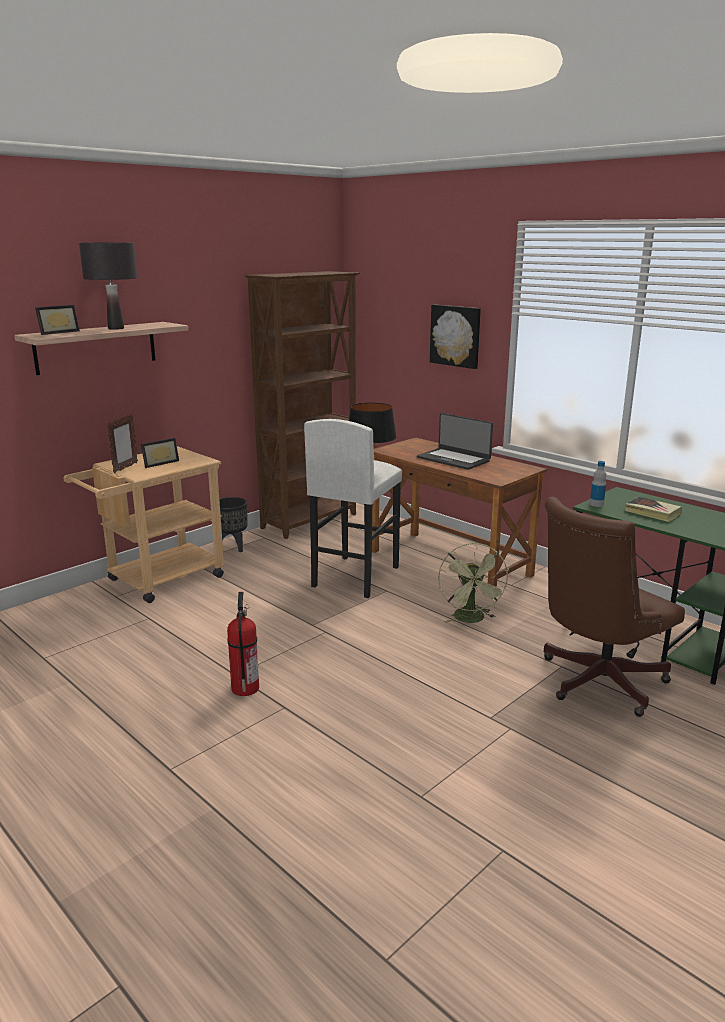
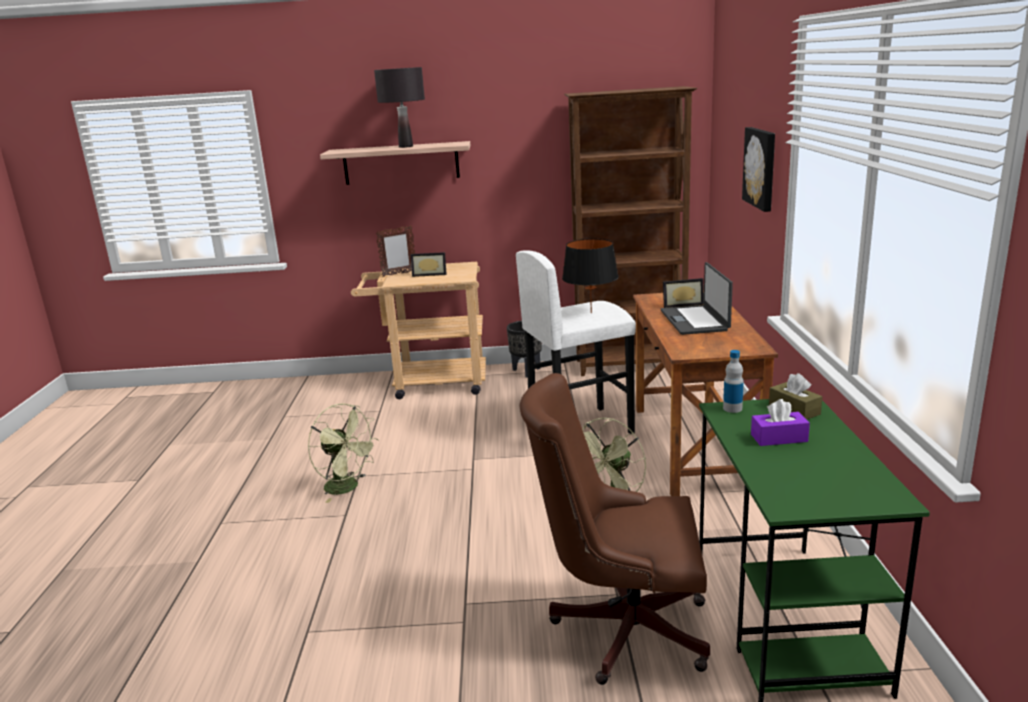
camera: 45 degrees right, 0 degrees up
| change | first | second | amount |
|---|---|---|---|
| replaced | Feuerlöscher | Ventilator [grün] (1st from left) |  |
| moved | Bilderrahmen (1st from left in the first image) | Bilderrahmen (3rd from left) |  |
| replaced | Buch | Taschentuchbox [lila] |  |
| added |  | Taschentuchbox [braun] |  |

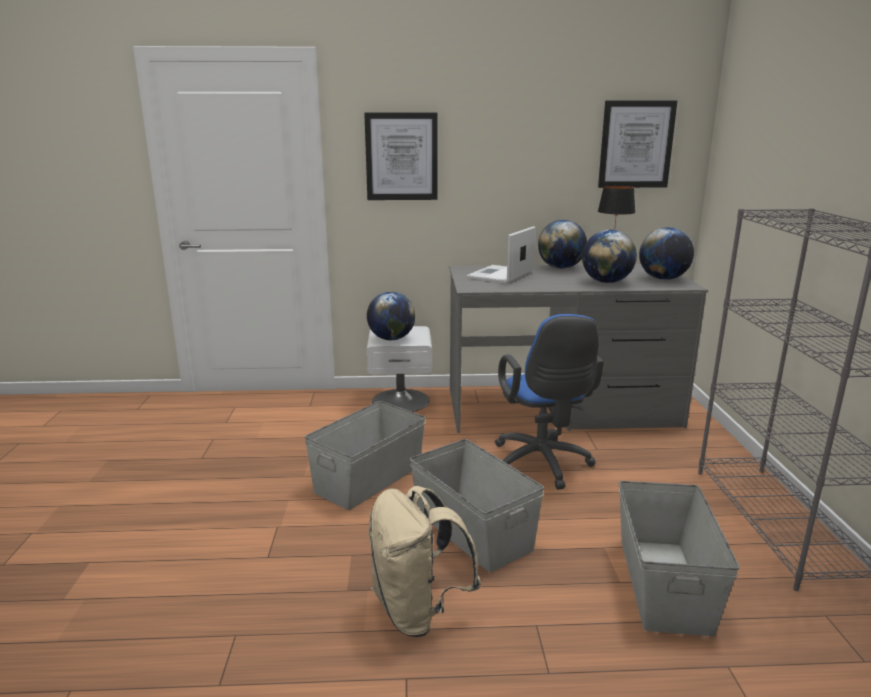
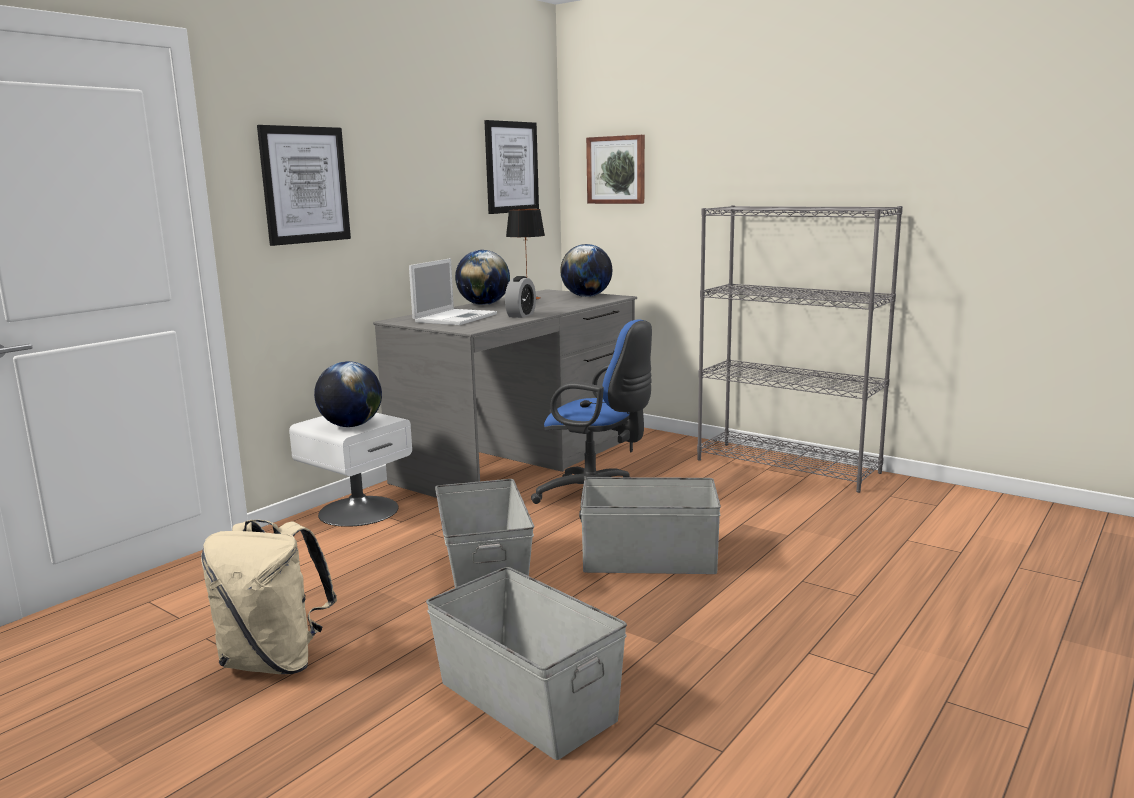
camera: 50 degrees left, 5 degrees down
| change | first | second | amount |
|---|---|---|---|
| moved | Rucksack [beige] |  |  |
| turned | Laptop |  | 135 degrees counterclockwise |
| moved | Aufbewahrungsbox [grau] (3rd from left in the first image) | Aufbewahrungsbox [grau] (2nd from left) |  |
| added |  | Wecker |  |
| added |  | Bild (3rd from left) |  |
| removed | Globus (3rd from left) |  |  |

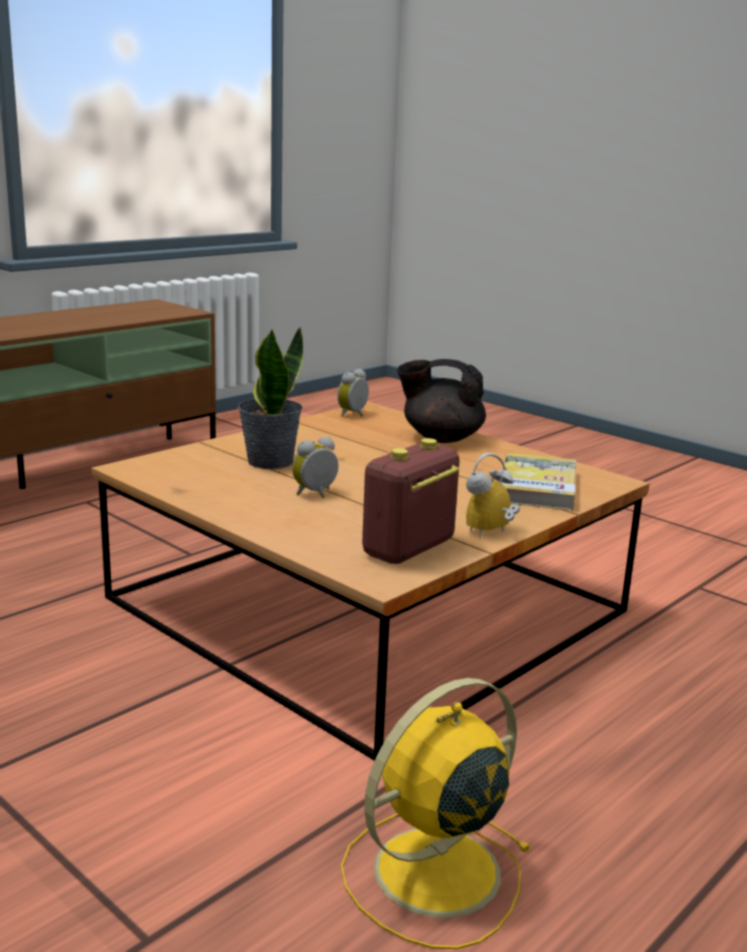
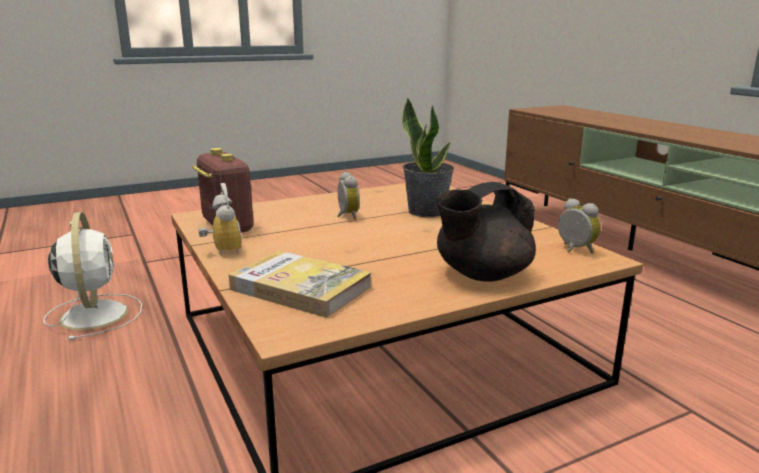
camera: 110 degrees right, 0 degrees up
| change | first | second | amount |
|---|---|---|---|
| recoloured | Ventilator [gelb] | Ventilator [weiß] |  |
| turned | Teekanne [schwarz] |  | 150 degrees counterclockwise |

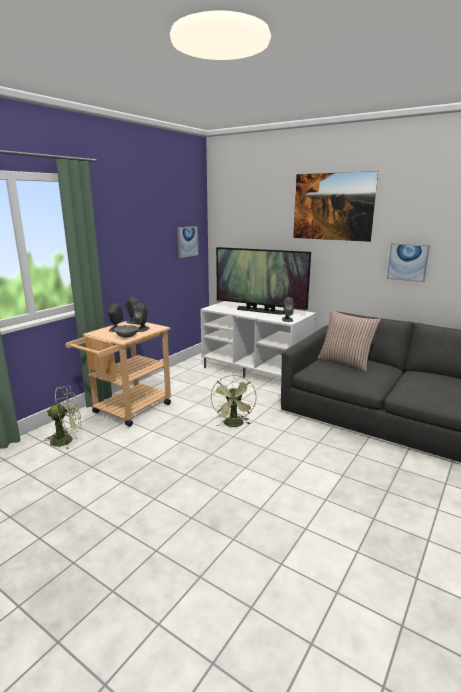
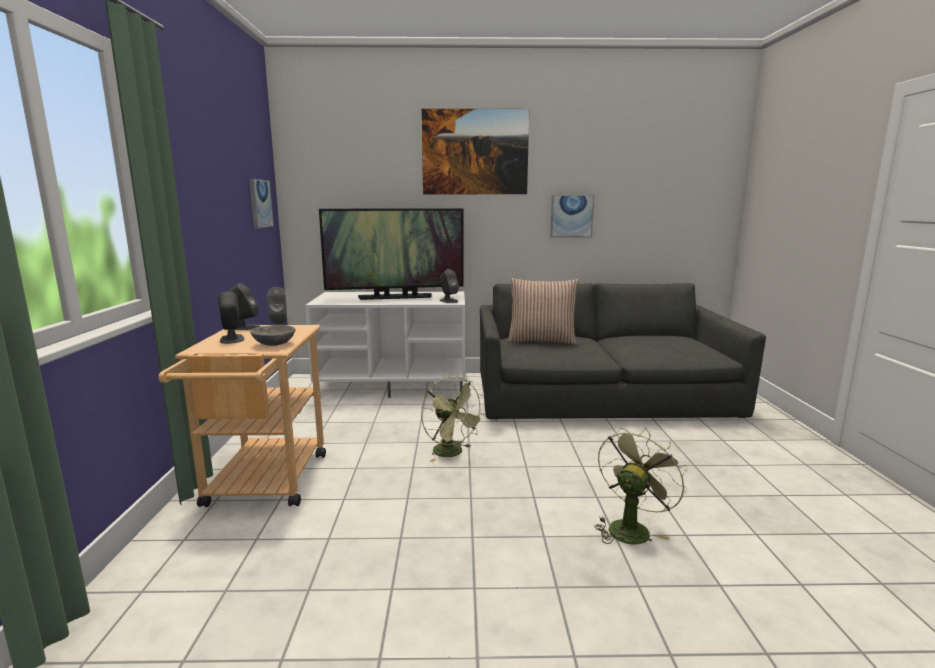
camera: 35 degrees left, 5 degrees down
| change | first | second | amount |
|---|---|---|---|
| moved | Ventilator [grün] (1st from left in the first image) | Ventilator [grün] (2nd from left) |  |

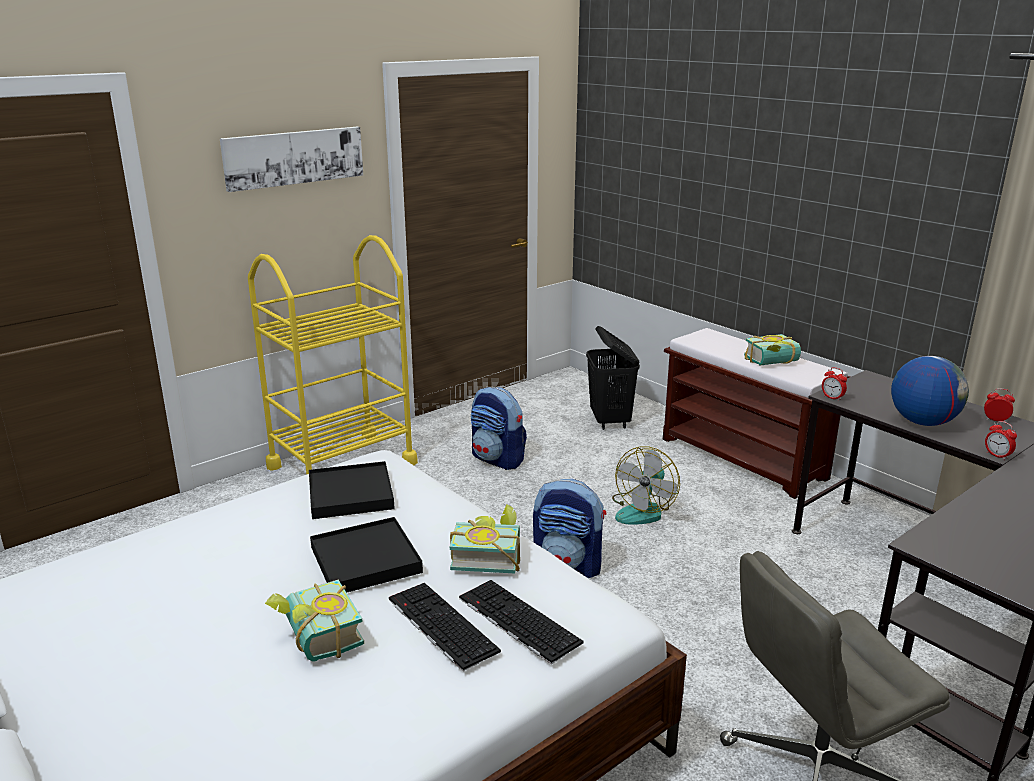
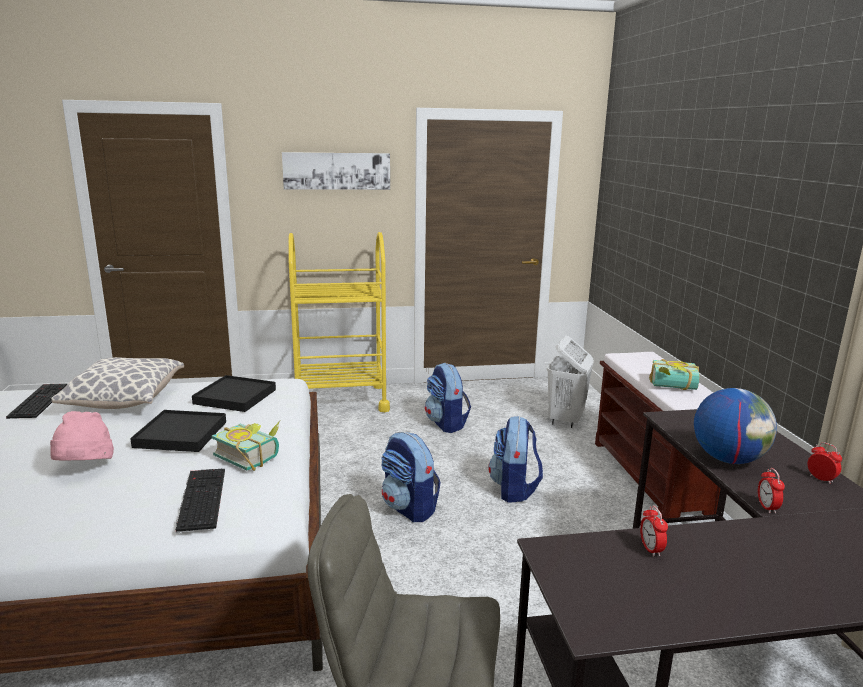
camera: 30 degrees right, 5 degrees down
| change | first | second | amount |
|---|---|---|---|
| moved | Tastatur (1st from left) |  |  |
| replaced | Buch (1st from left) | Hut [rosa] |  |
| added |  | Kissen |  |
| replaced | Ventilator | Rucksack (3rd from left) |  |
| recoloured | Wäschekorb [schwarz] | Wäschekorb [weiß] |  |
| moved | Wecker (1st from left) |  |  |

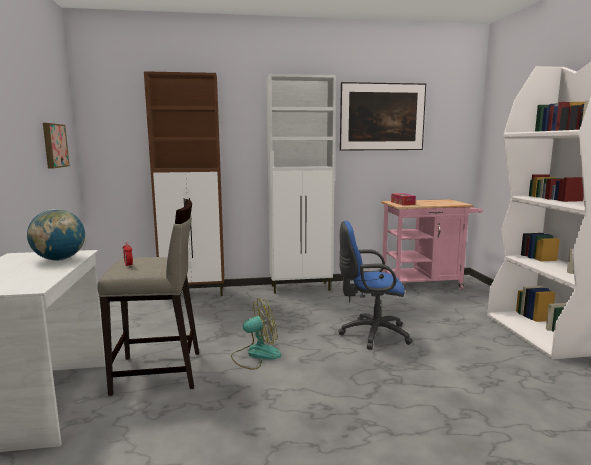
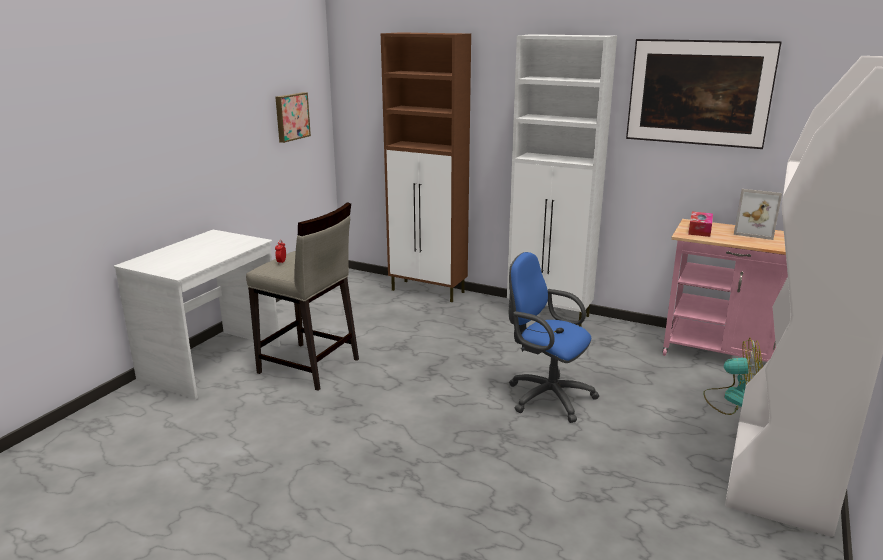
camera: 35 degrees right, 10 degrees up
| change | first | second | amount |
|---|---|---|---|
| moved | Ventilator |  |  |
| added |  | Bilderrahmen |  |
| removed | Globus |  |  |

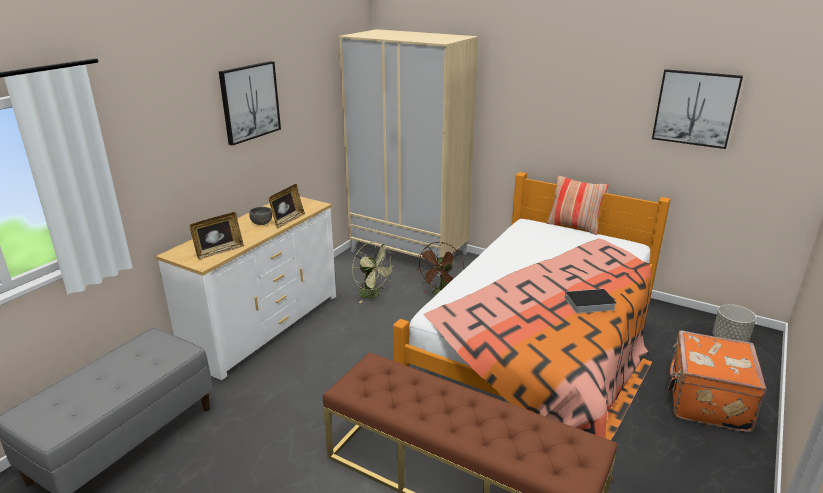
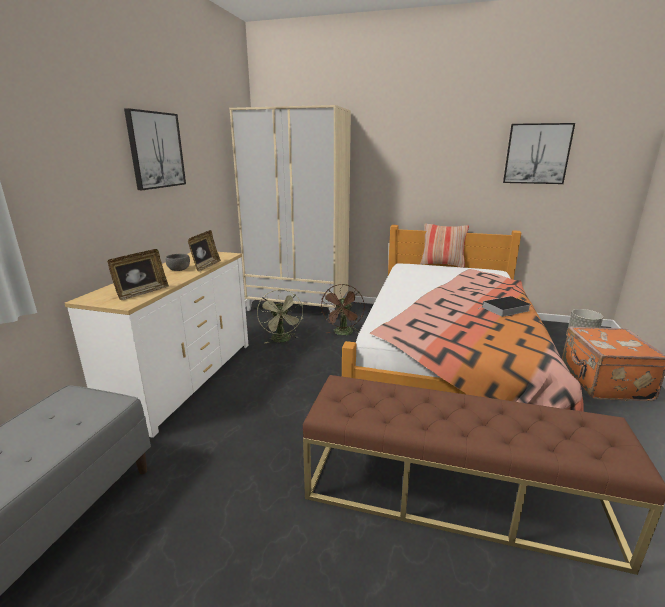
camera: 15 degrees left, 5 degrees down
| change | first | second | amount |
|---|---|---|---|
| turned | Ventilator [grün] |  | 45 degrees clockwise |

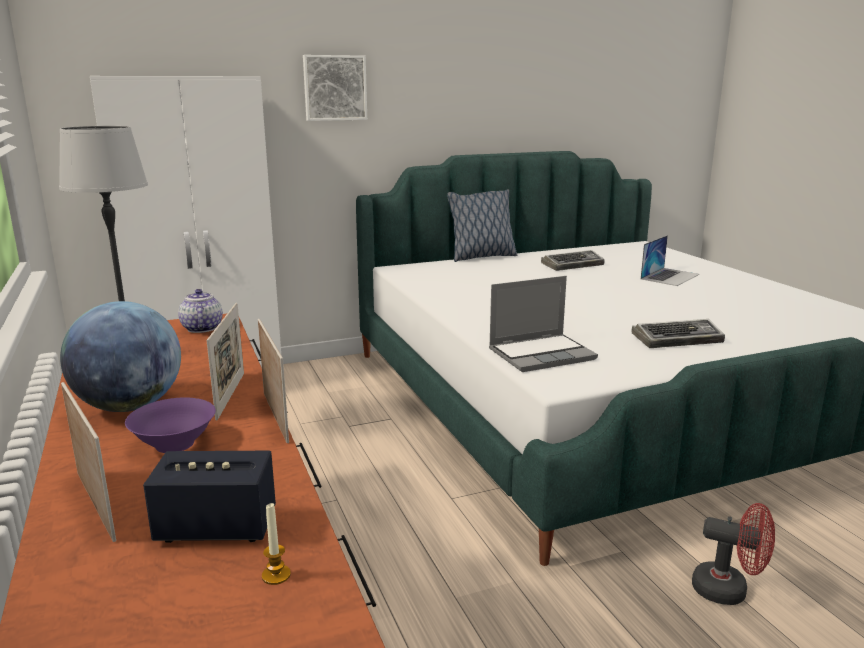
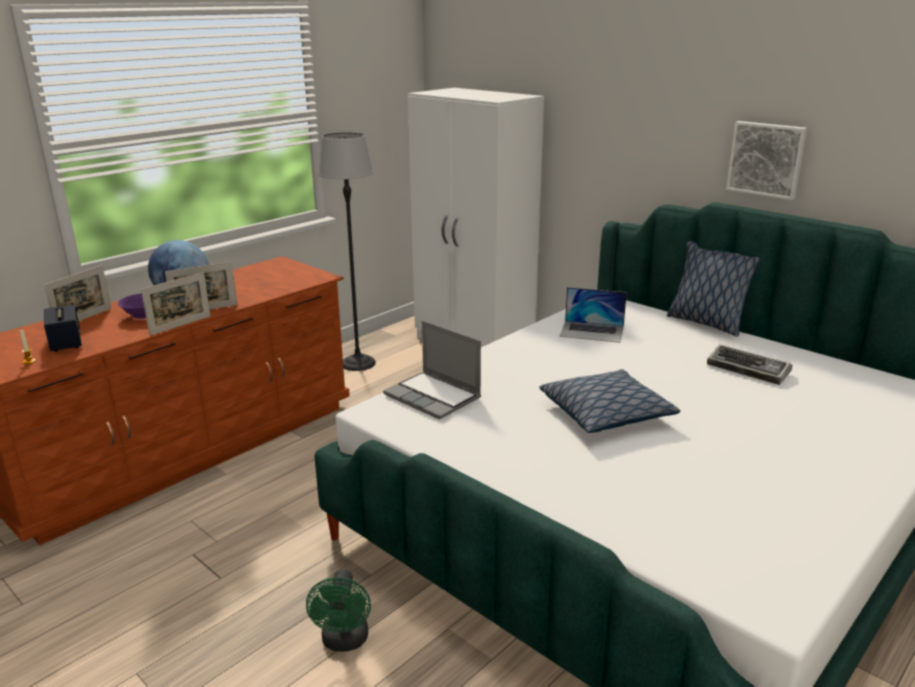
camera: 65 degrees right, 5 degrees up
| change | first | second | amount |
|---|---|---|---|
| recoloured | Ventilator [rot] | Ventilator [grün] |  |
| added |  | Kissen (1st from left) |  |
| moved | Laptop (2nd from left) |  |  |
| moved | Bild |  |  |
| removed | Teekanne |  |  |
| removed | Tastatur (2nd from left) |  |  |

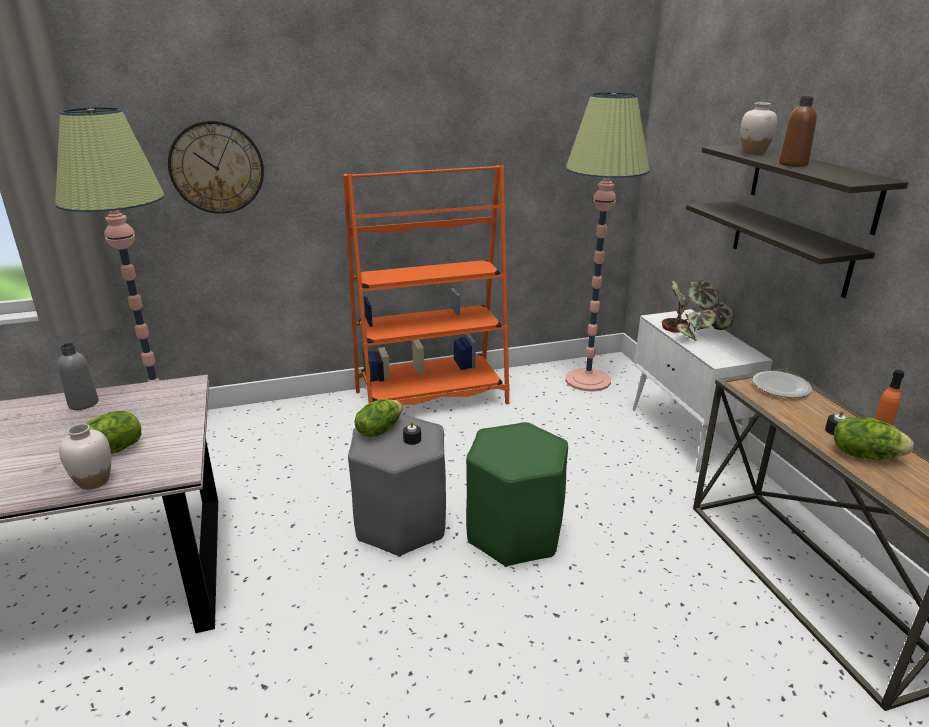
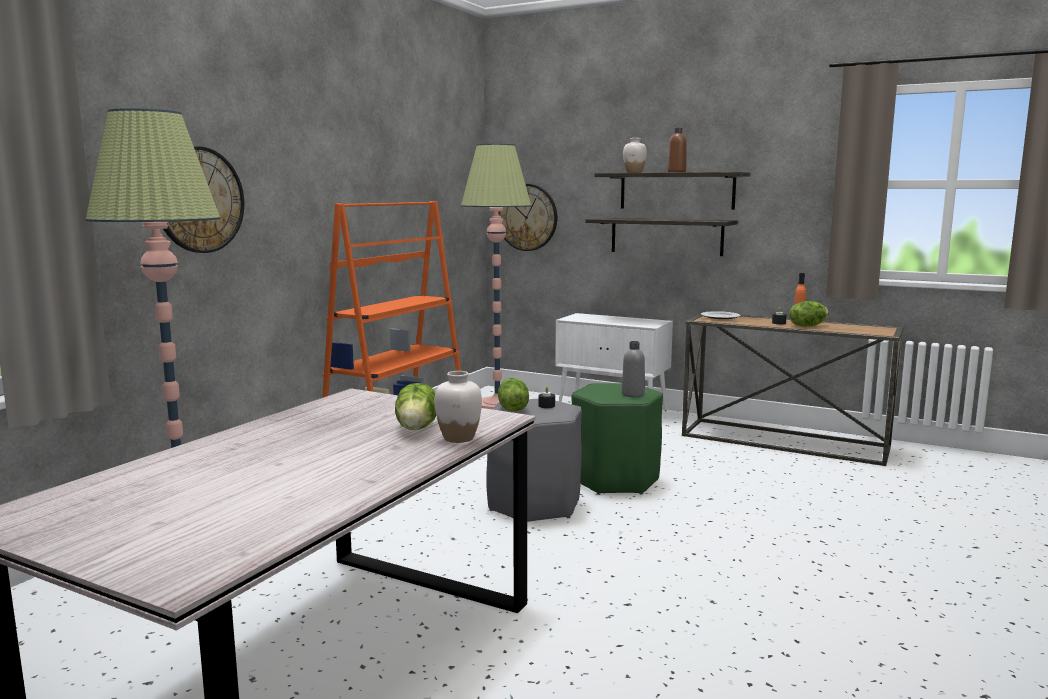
camera: 45 degrees left, 15 degrees down
| change | first | second | amount |
|---|---|---|---|
| added |  | Wanduhr (2nd from left) |  |
| moved | Flasche [grau] |  |  |
| removed | Topfpflanze |  |  |

